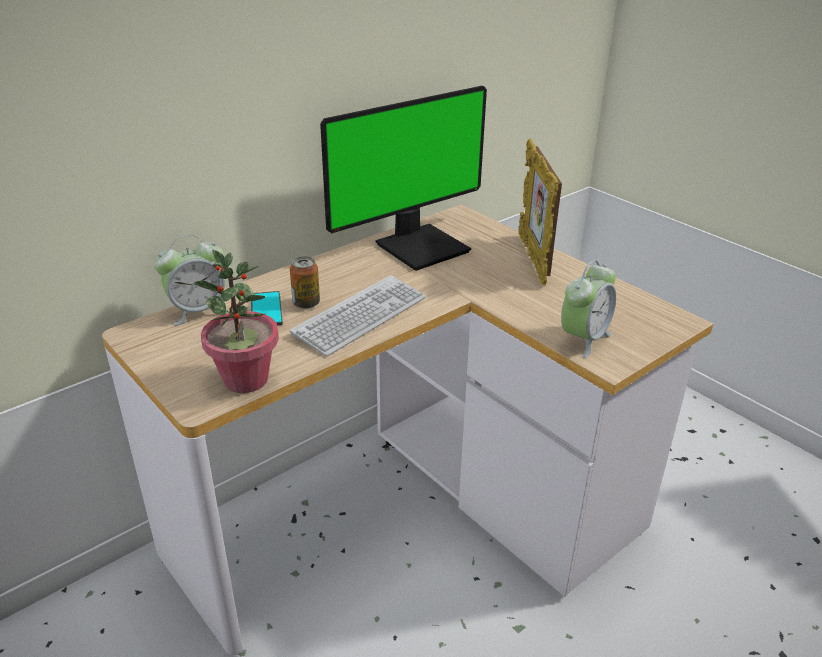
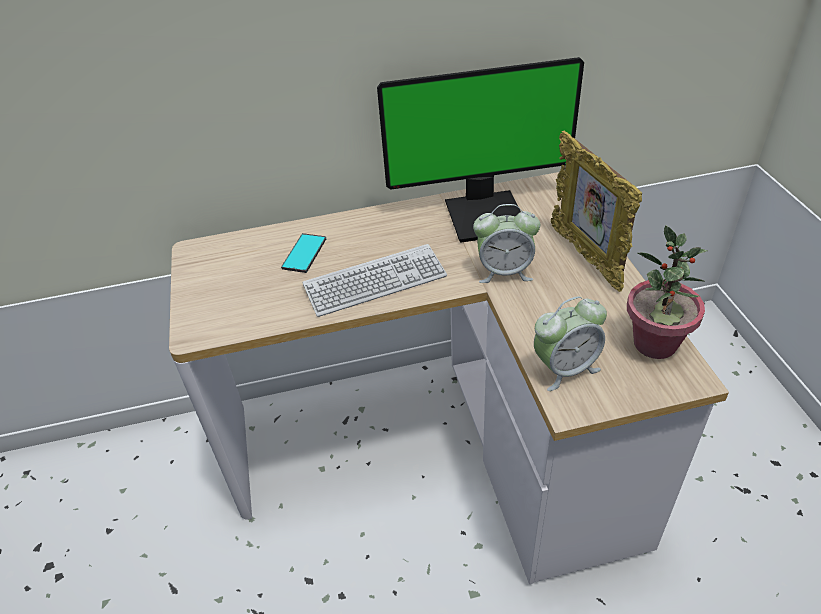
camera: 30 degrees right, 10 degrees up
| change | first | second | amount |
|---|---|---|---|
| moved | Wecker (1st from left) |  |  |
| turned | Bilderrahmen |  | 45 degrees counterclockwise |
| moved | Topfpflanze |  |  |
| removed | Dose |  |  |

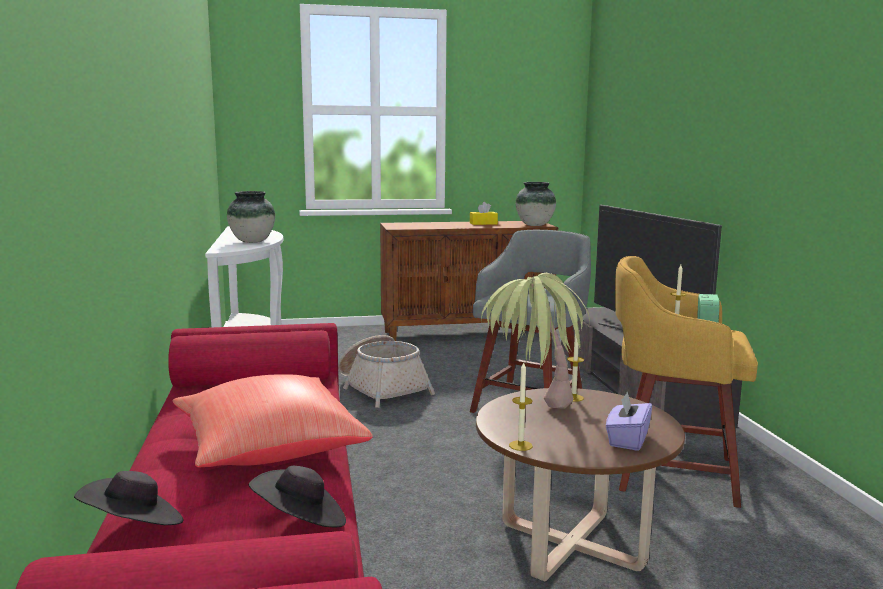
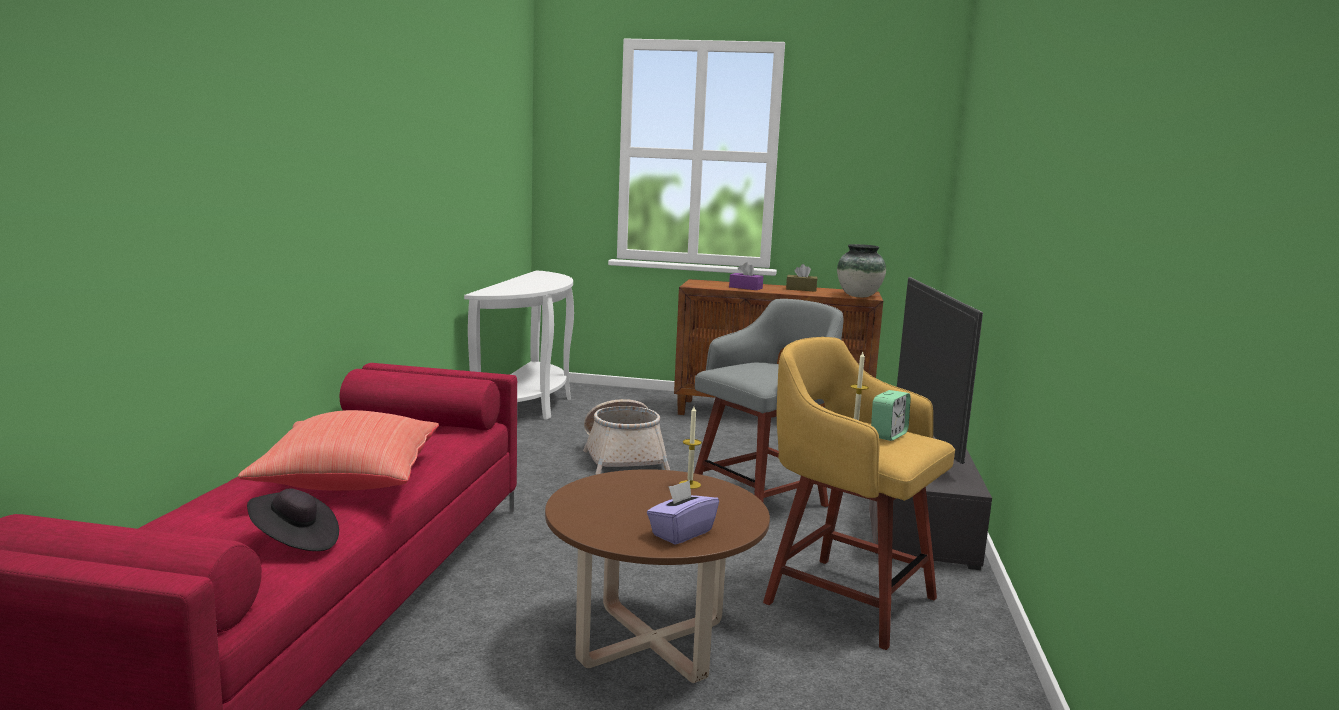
camera: 20 degrees right, 0 degrees up
| change | first | second | amount |
|---|---|---|---|
| added |  | Taschentuchbox [lila] (2nd from left) |  |
| recoloured | Taschentuchbox [gelb] | Taschentuchbox [braun] |  |
| removed | Hut [schwarz] (1st from left) |  |  |
| removed | Vase (1st from left) |  |  |
| removed | Topfpflanze |  |  |
| removed | Kerze (1st from left) |  |  |

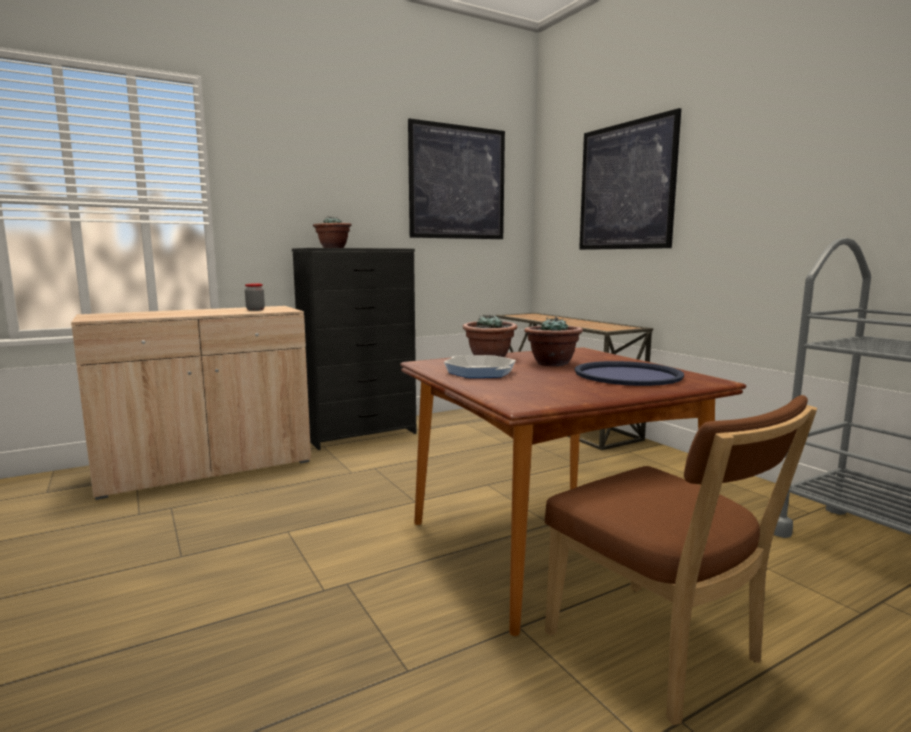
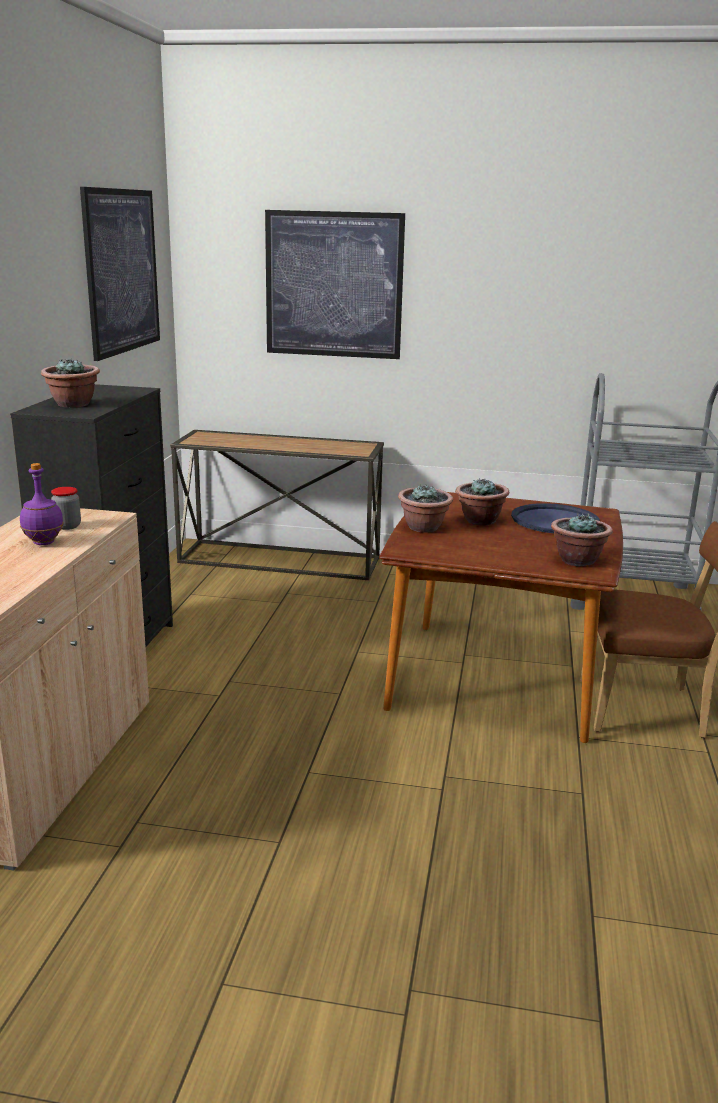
camera: 50 degrees left, 10 degrees up
| change | first | second | amount |
|---|---|---|---|
| added |  | Flasche [lila] |  |
| added |  | Topfpflanze (4th from left) |  |
| removed | Pfanne |  |  |

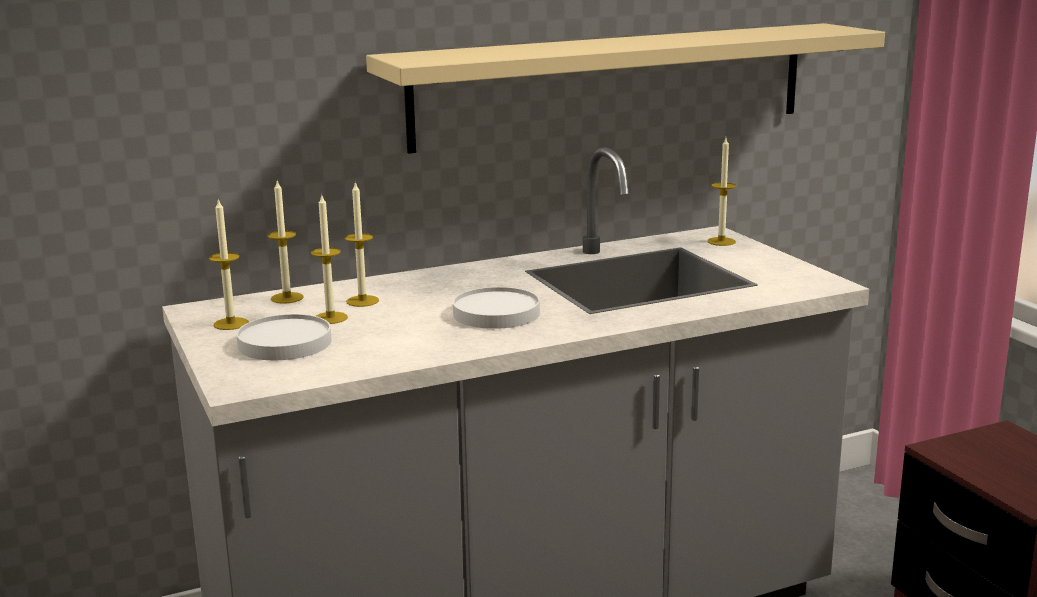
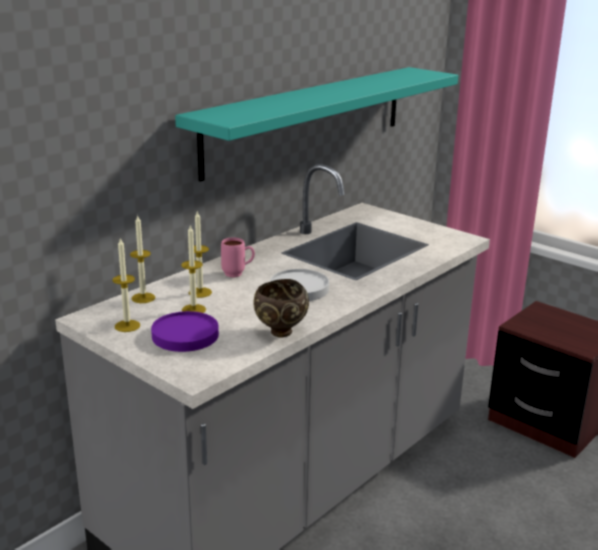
camera: 25 degrees left, 5 degrees up
| change | first | second | amount |
|---|---|---|---|
| recoloured | Teller [weiß] (1st from left) | Teller [lila] |  |
| recoloured | Wandregal [beige] | Wandregal [türkis] |  |
| added |  | Henkelbecher [rosa] |  |
| added |  | Schüssel [braun] |  |
| removed | Kerze (5th from left) |  |  |

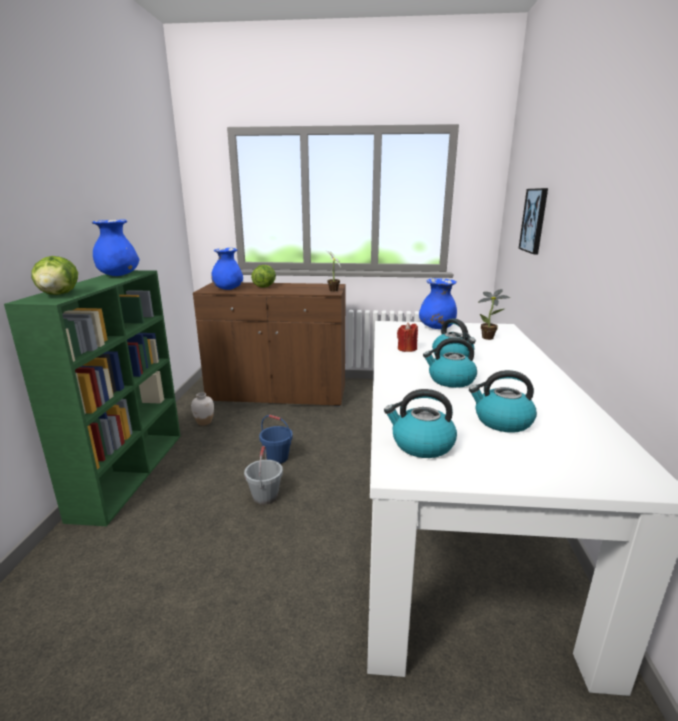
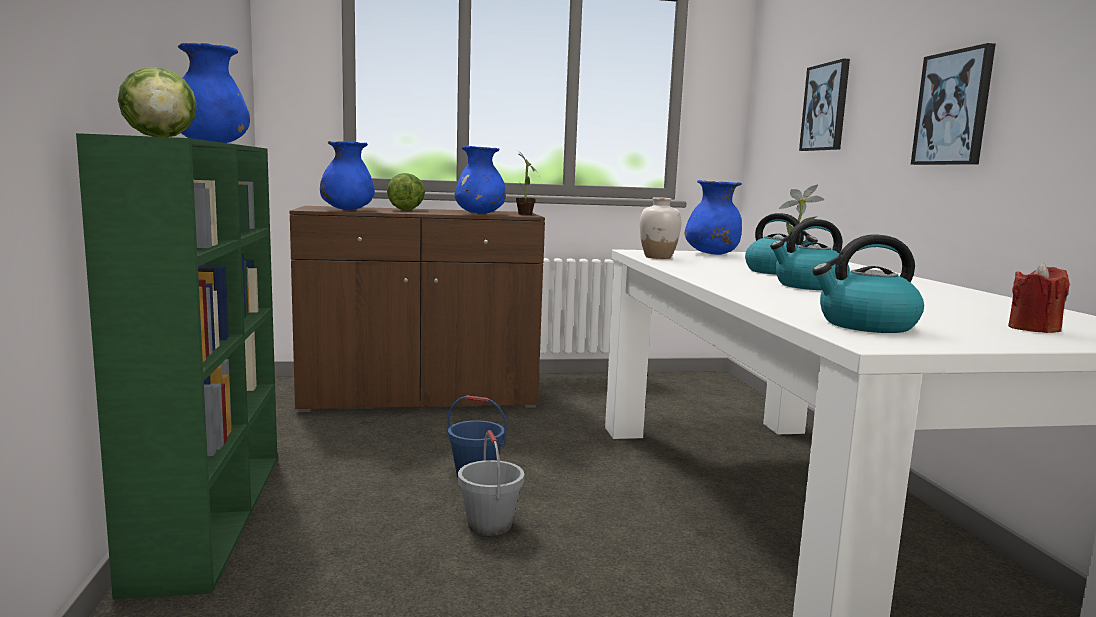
camera: 15 degrees left, 10 degrees down
| change | first | second | amount |
|---|---|---|---|
| added |  | Vase [blau] (3rd from left) |  |
| moved | Vase [weiß] |  |  |
| added |  | Bild (2nd from left) |  |
| moved | Kerze [rot] |  |  |
| removed | Wasserkessel (4th from left) |  |  |

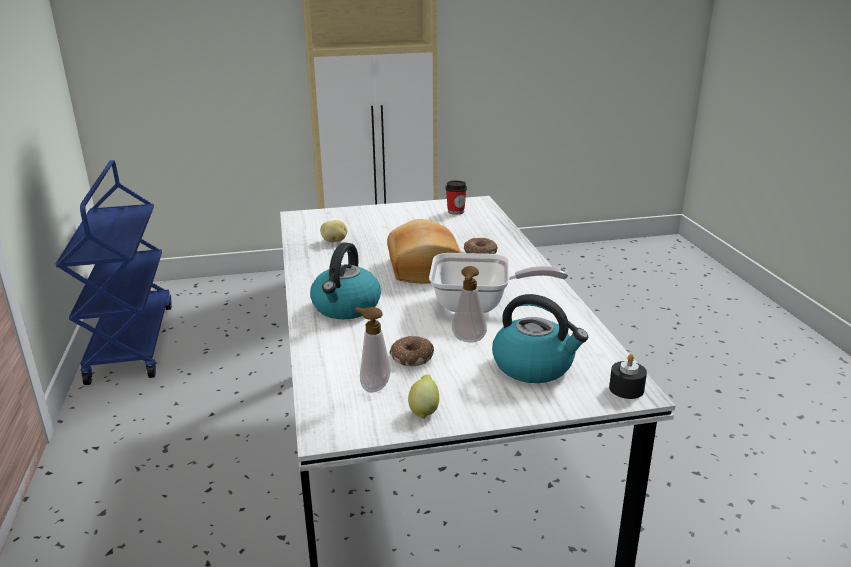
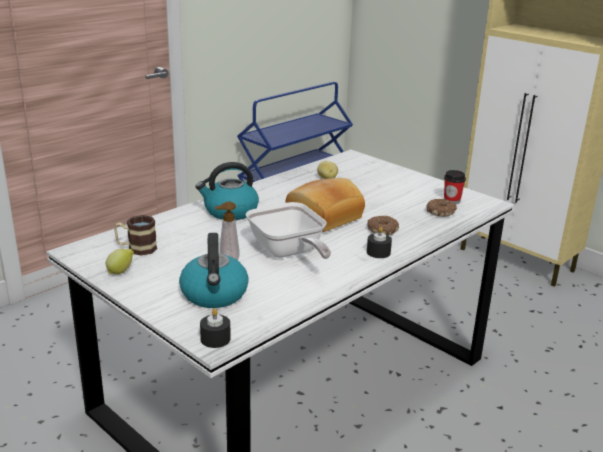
camera: 55 degrees right, 0 degrees up
| change | first | second | amount |
|---|---|---|---|
| replaced | Seifenspender (1st from left) | Henkelbecher |  |
| added |  | Kerze [schwarz] (2nd from left) |  |
| moved | Donut (1st from left in the first image) | Donut (2nd from left) |  |

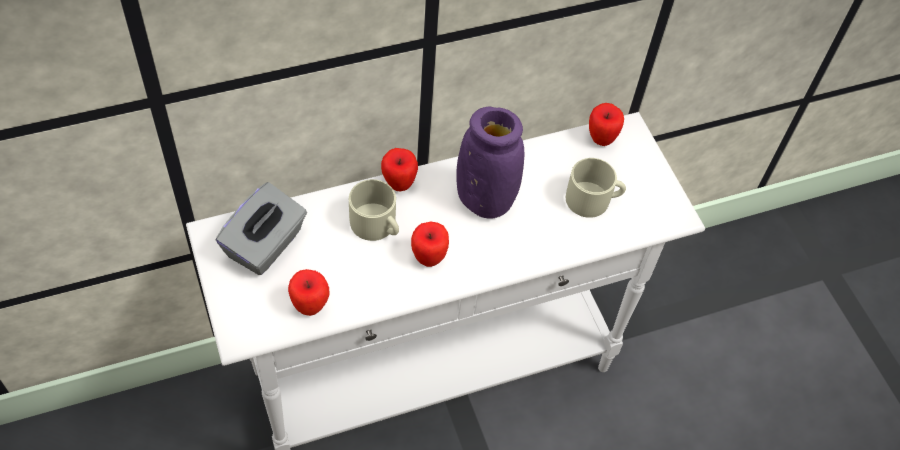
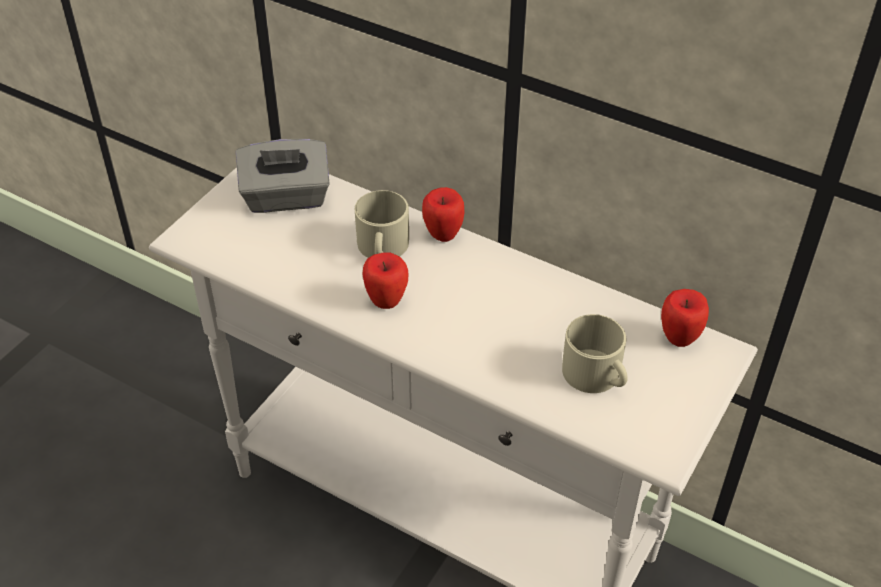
camera: 55 degrees right, 10 degrees down
| change | first | second | amount |
|---|---|---|---|
| removed | Apfel (1st from left) |  |  |
| removed | Vase [lila] |  |  |

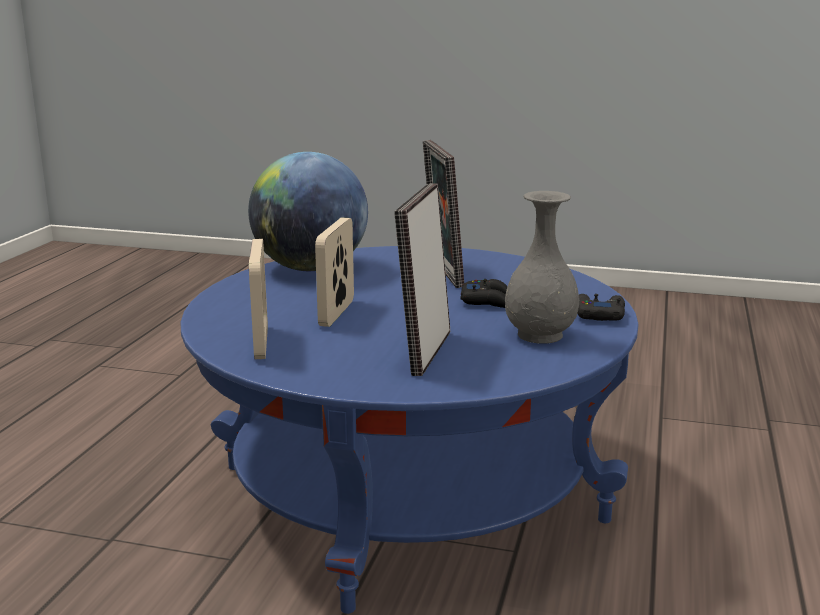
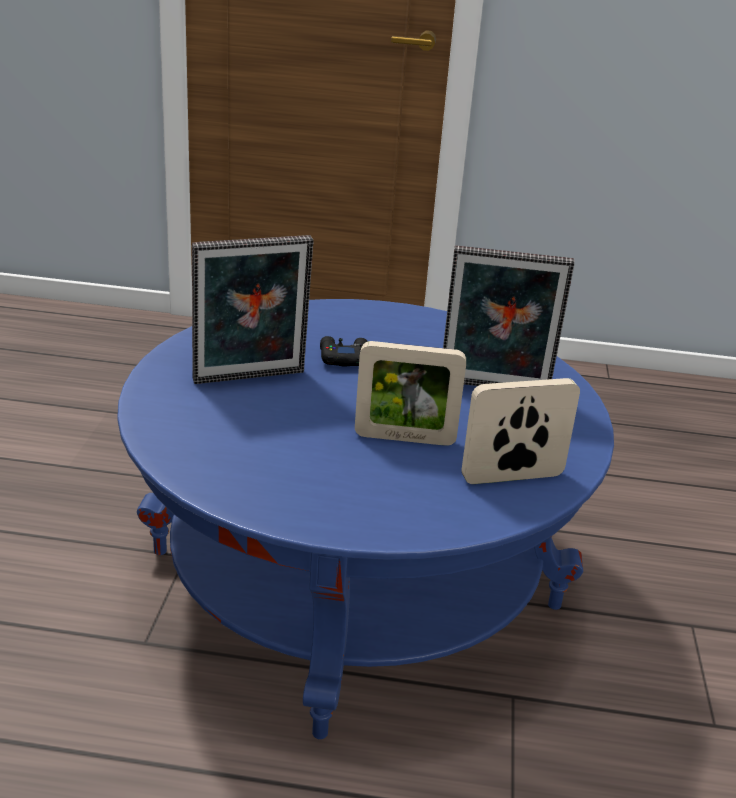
camera: 100 degrees left, 10 degrees up
| change | first | second | amount |
|---|---|---|---|
| removed | Globus |  |  |
| removed | Vase [grau] |  |  |
| removed | Gamepad [schwarz] (2nd from left) |  |  |

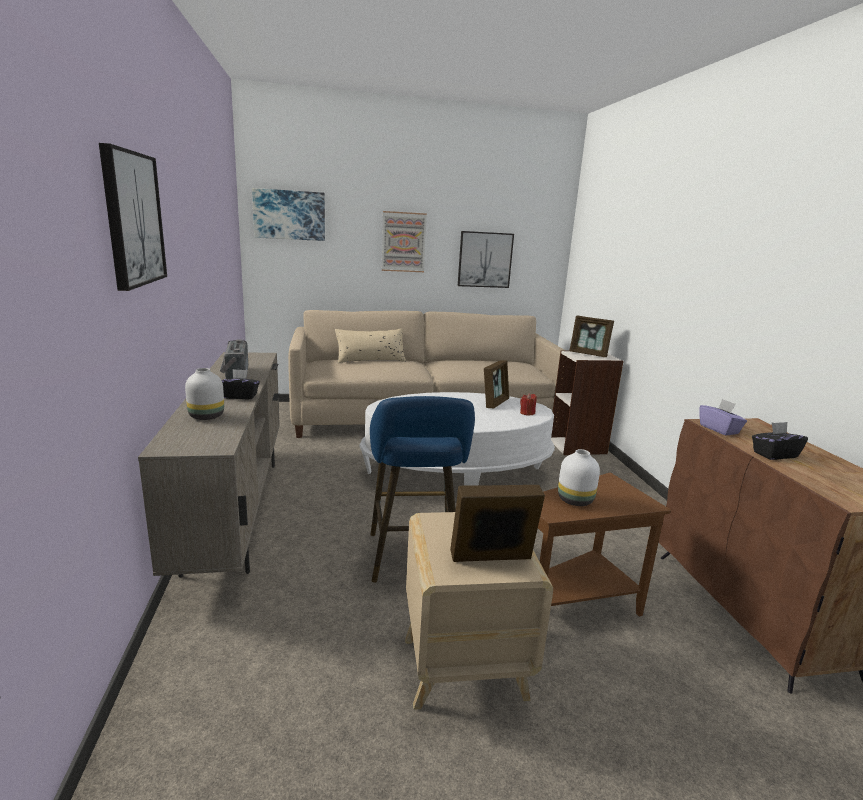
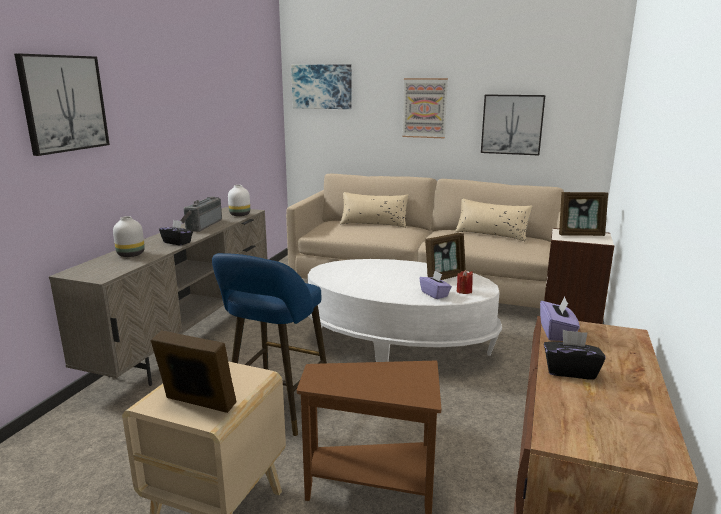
camera: 30 degrees right, 0 degrees up
| change | first | second | amount |
|---|---|---|---|
| moved | Vase [weiß] (2nd from left) |  |  |
| added |  | Taschentuchbox [lila] (1st from left) |  |
| added |  | Kissen [beige] (2nd from left) |  |
| turned | Bilderrahmen (3rd from left) |  | 60 degrees counterclockwise |

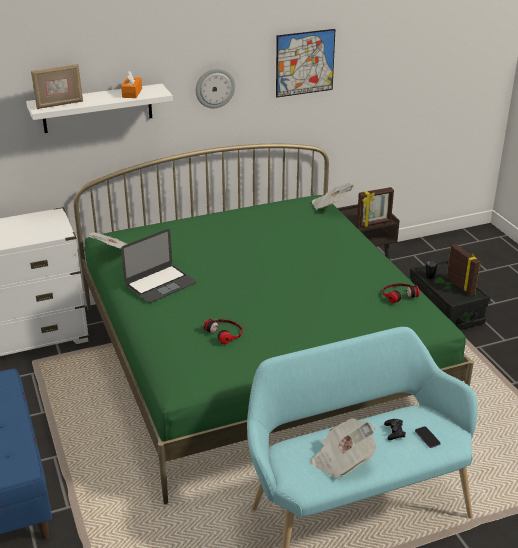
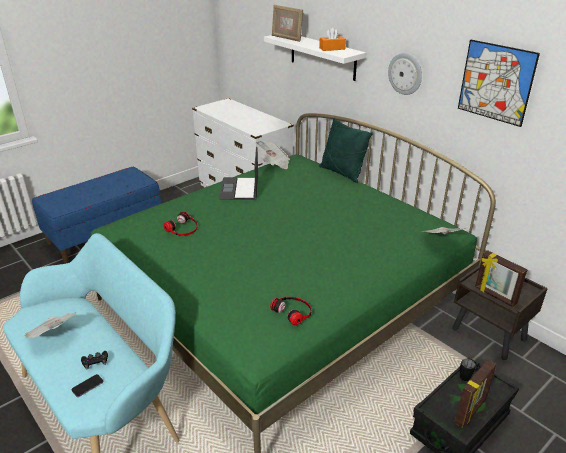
camera: 70 degrees right, 0 degrees up
| change | first | second | amount |
|---|---|---|---|
| turned | Laptop |  | 60 degrees clockwise |
| added |  | Kissen [grün] |  |

